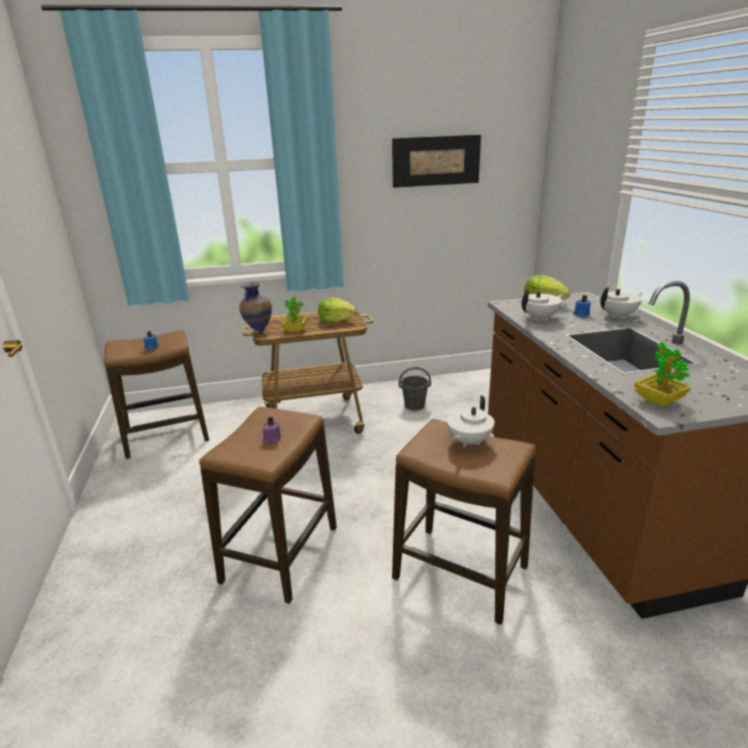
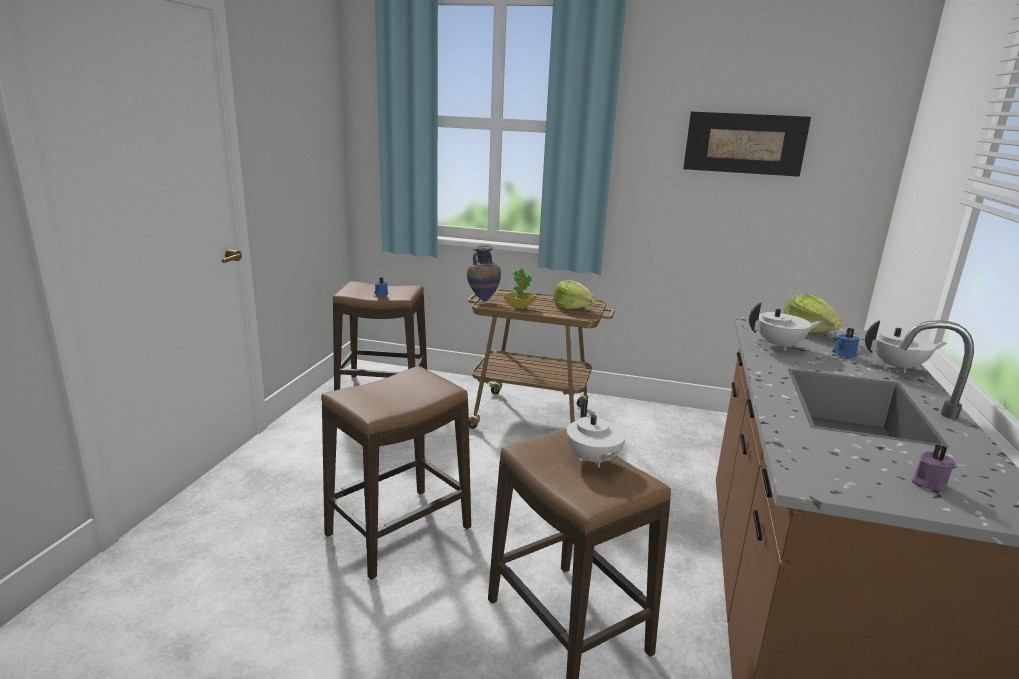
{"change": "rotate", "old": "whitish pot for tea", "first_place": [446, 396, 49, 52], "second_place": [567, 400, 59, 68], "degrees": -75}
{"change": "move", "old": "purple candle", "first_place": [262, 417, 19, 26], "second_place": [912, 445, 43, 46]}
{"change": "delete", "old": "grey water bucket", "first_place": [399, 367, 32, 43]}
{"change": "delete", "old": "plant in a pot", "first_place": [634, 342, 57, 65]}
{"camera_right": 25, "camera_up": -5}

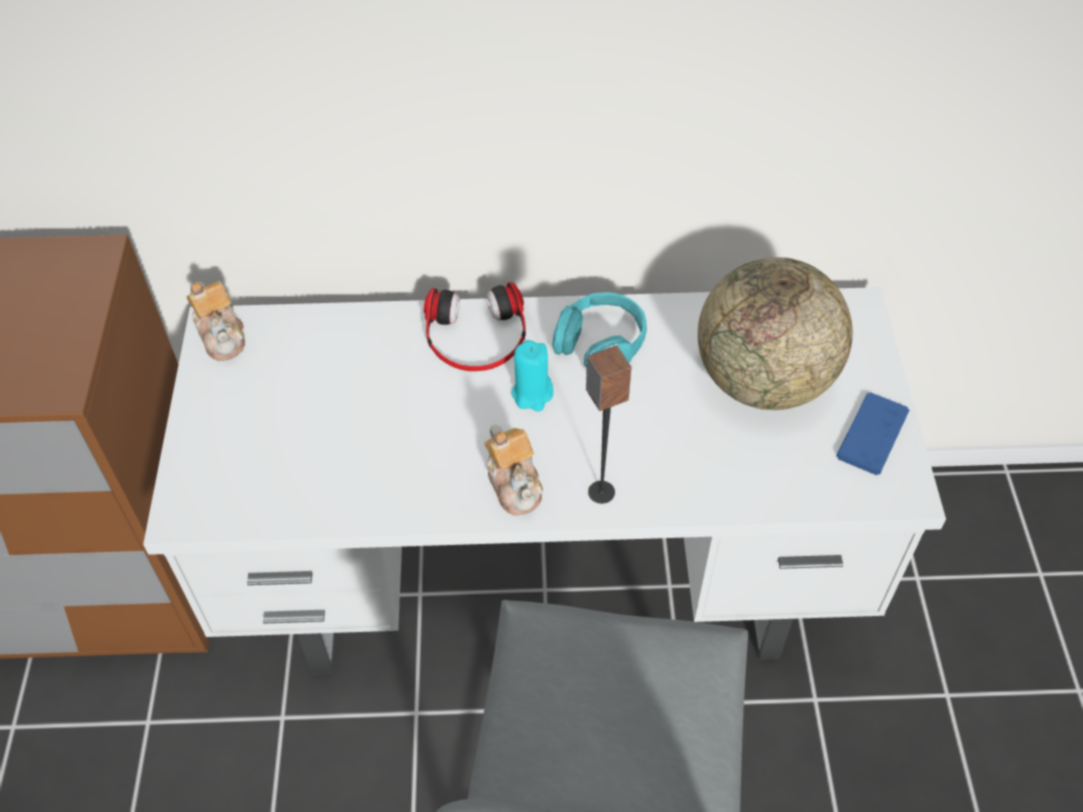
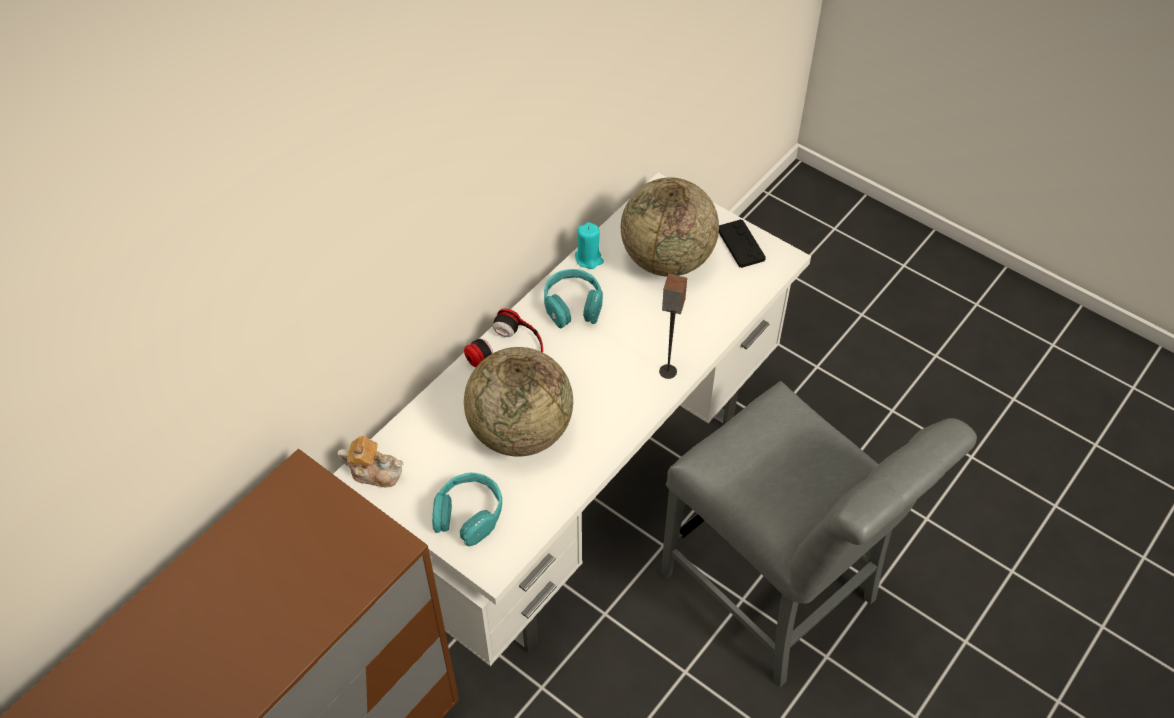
{"change": "insert", "new": "turquoise-coloured headphones", "second_place": [432, 472, 70, 75]}
{"change": "insert", "new": "desk globe", "second_place": [464, 347, 109, 110]}
{"change": "move", "old": "turquoise-coloured candle", "first_place": [511, 340, 42, 72], "second_place": [575, 222, 29, 47]}
{"change": "recolor", "old": "bluish game controller", "new": "black game controller", "first_place": [836, 392, 73, 83], "second_place": [719, 219, 47, 49]}
{"change": "delete", "old": "pot for tea", "first_place": [484, 425, 59, 91]}
{"camera_right": -50, "camera_up": 0}

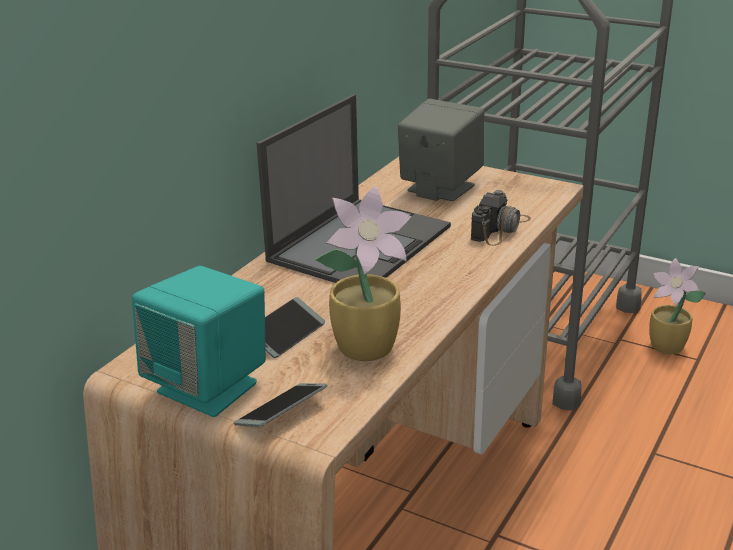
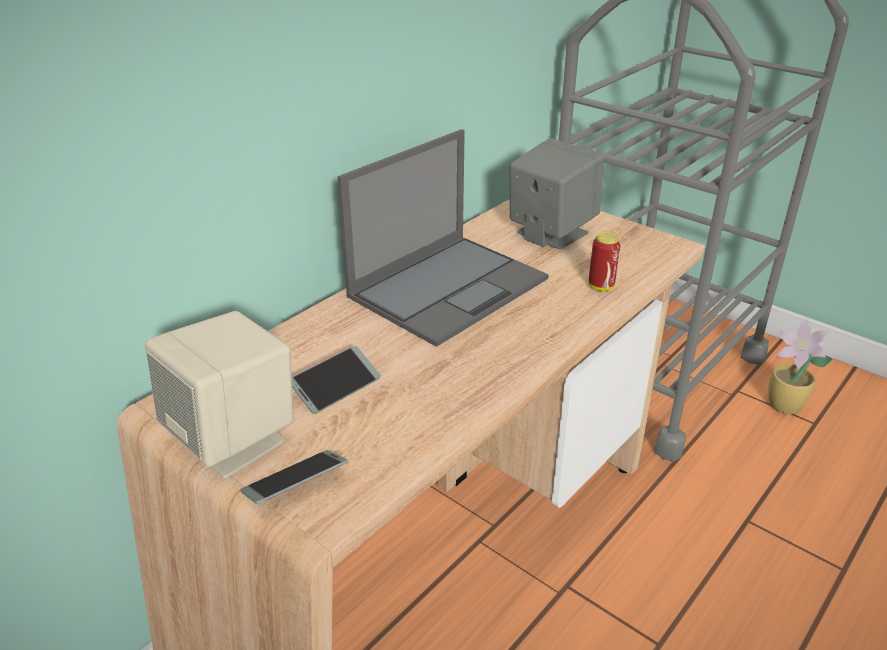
{"change": "recolor", "old": "turquoise-coloured audio speaker", "new": "sand-coloured audio speaker", "first_place": [132, 266, 134, 151], "second_place": [145, 311, 149, 167]}
{"change": "replace", "old": "still camera", "new": "sealed can", "first_place": [471, 190, 60, 56], "second_place": [589, 232, 32, 59]}
{"change": "delete", "old": "plant in a pot", "first_place": [315, 186, 96, 175]}
{"camera_right": 10, "camera_up": 5}

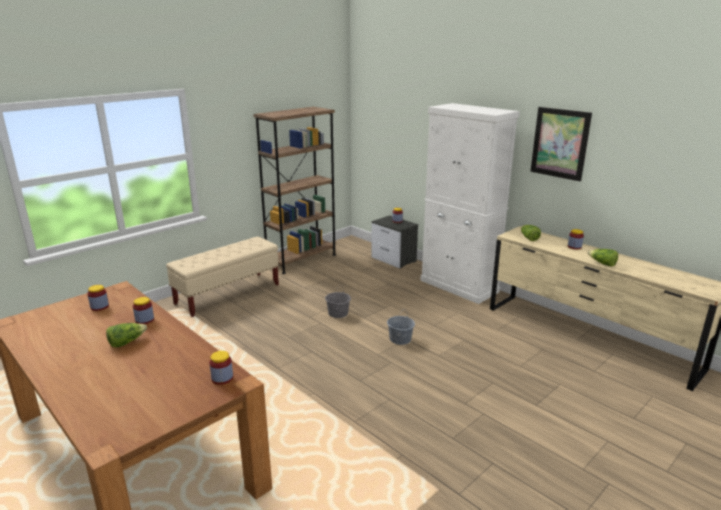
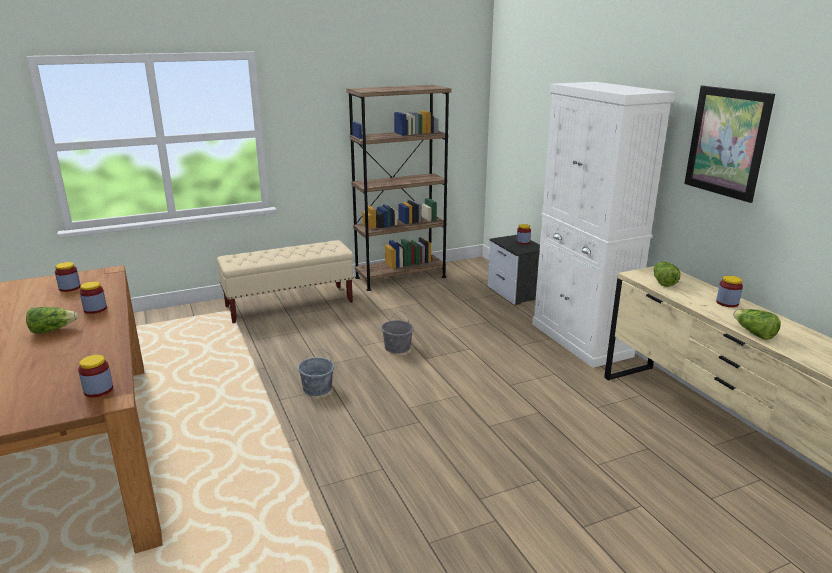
{"change": "move", "old": "grey water bucket", "first_place": [387, 309, 28, 36], "second_place": [298, 349, 36, 47]}
{"camera_right": 20, "camera_up": 0}

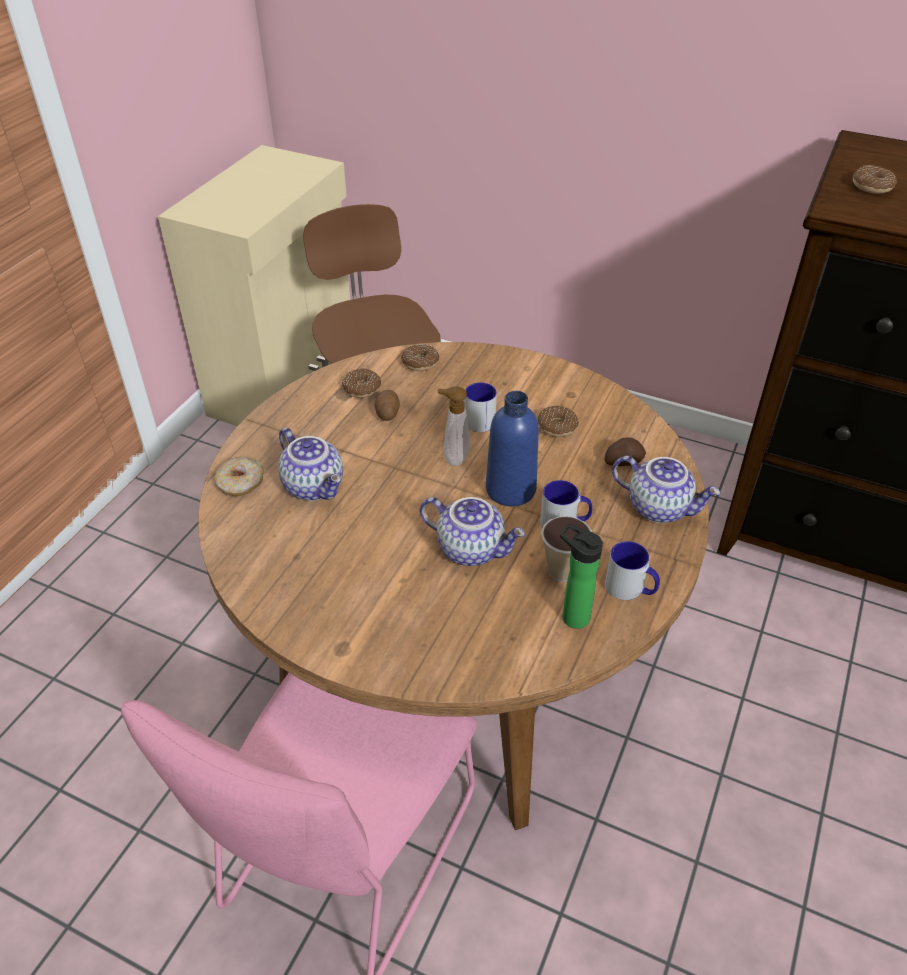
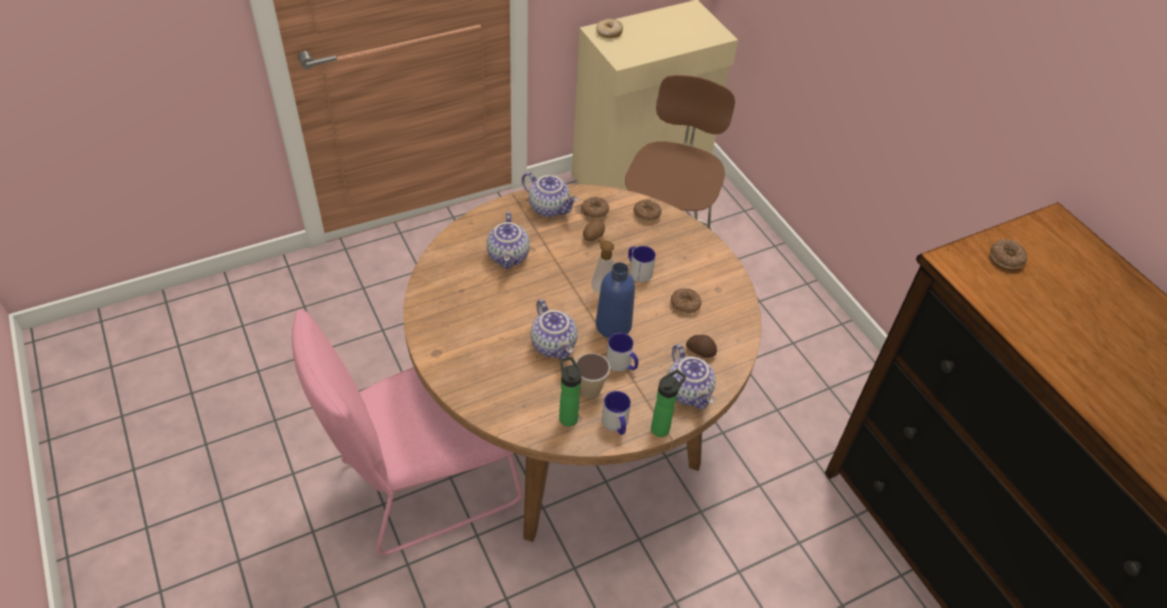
{"change": "insert", "new": "pot for tea", "second_place": [522, 172, 56, 45]}
{"change": "move", "old": "donut", "first_place": [214, 456, 50, 40], "second_place": [596, 19, 27, 19]}
{"change": "insert", "new": "bottle", "second_place": [651, 369, 35, 68]}
{"camera_right": 35, "camera_up": 5}

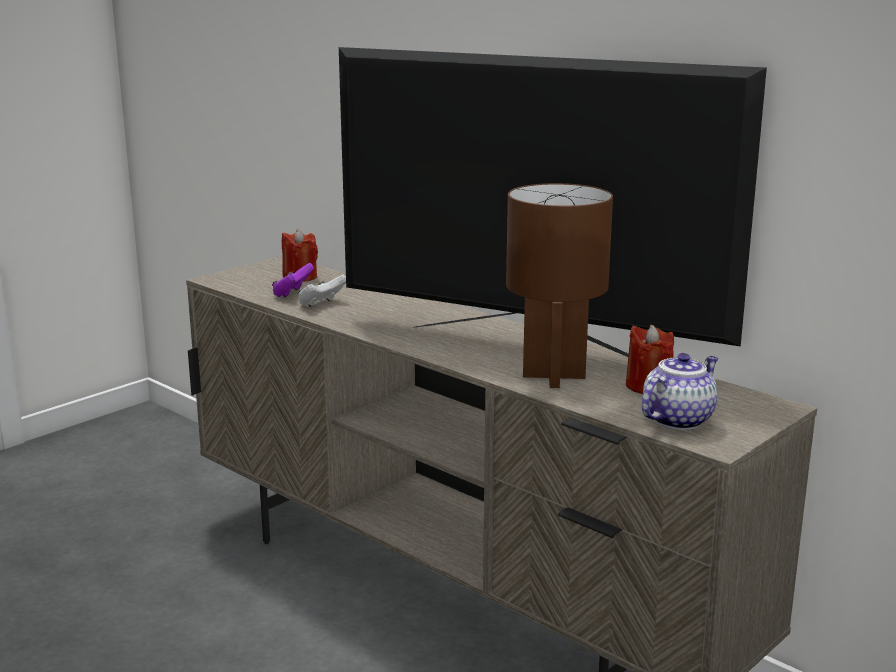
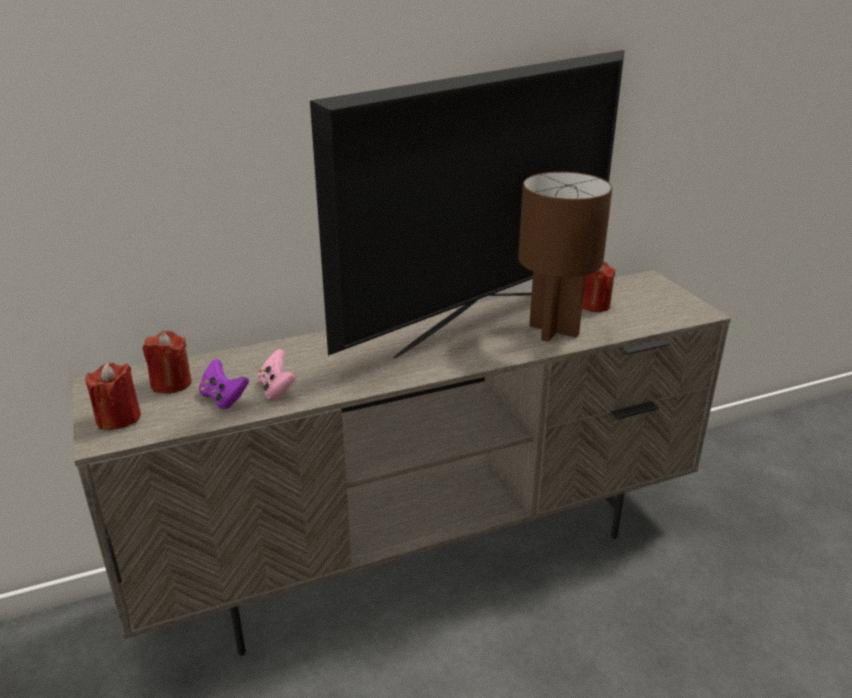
{"change": "insert", "new": "reddish candle", "second_place": [85, 362, 56, 68]}
{"change": "recolor", "old": "whitish game controller", "new": "pink-coloured game controller", "first_place": [298, 275, 48, 32], "second_place": [257, 349, 40, 51]}
{"change": "delete", "old": "pot for tea", "first_place": [641, 353, 77, 77]}
{"camera_right": -65, "camera_up": 10}

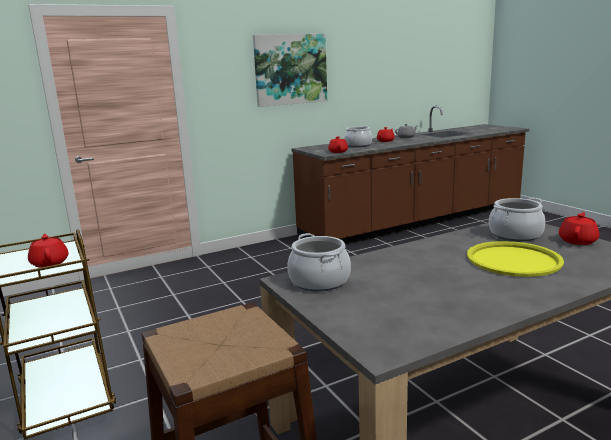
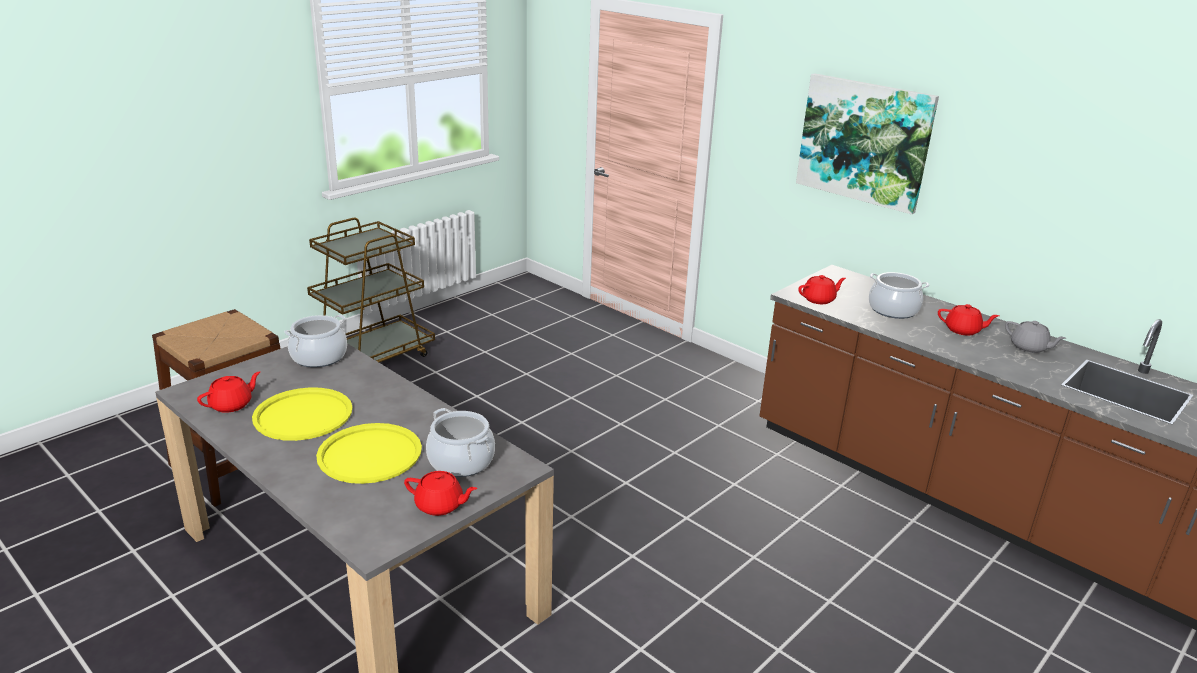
{"change": "move", "old": "reddish pot for tea", "first_place": [28, 234, 40, 34], "second_place": [197, 371, 63, 42]}
{"change": "insert", "new": "yellow carrying tray", "second_place": [252, 387, 101, 54]}
{"camera_right": 70, "camera_up": 10}

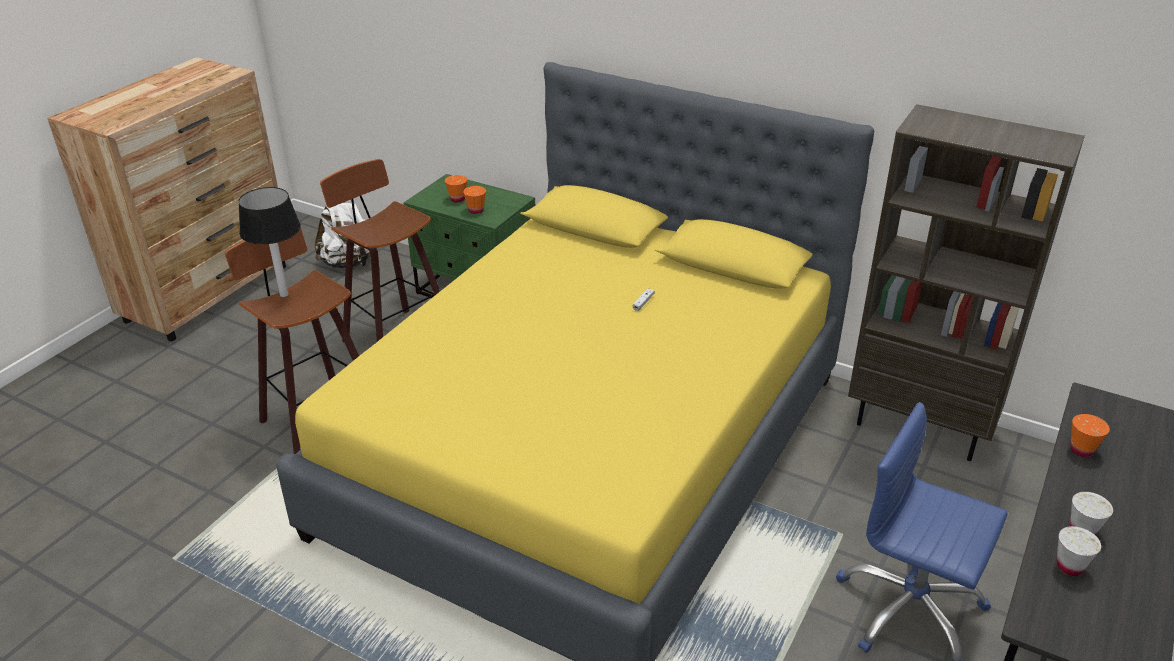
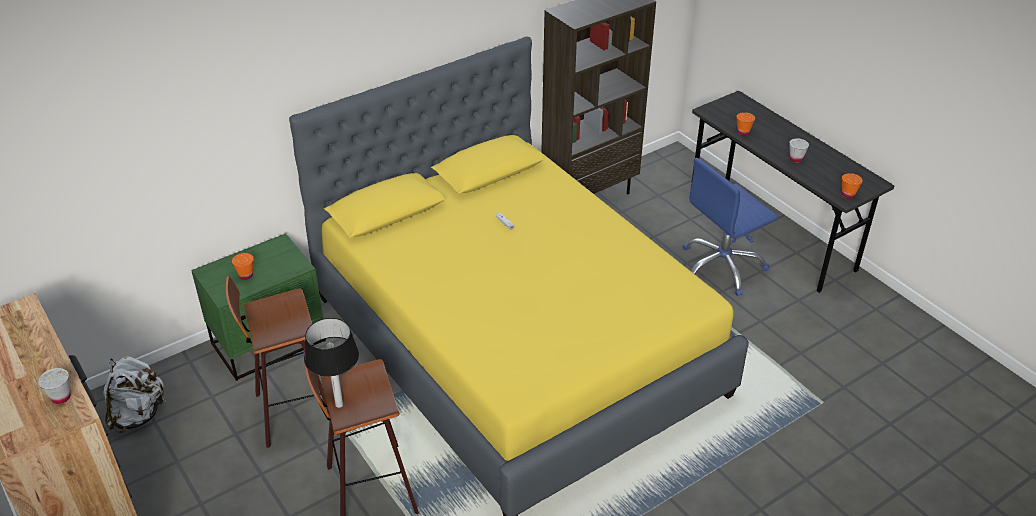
{"change": "move", "old": "whitish cup", "first_place": [1057, 526, 44, 50], "second_place": [38, 368, 33, 36]}
{"change": "move", "old": "orangey cup", "first_place": [463, 186, 23, 28], "second_place": [842, 173, 21, 25]}
{"camera_right": -65, "camera_up": 5}

